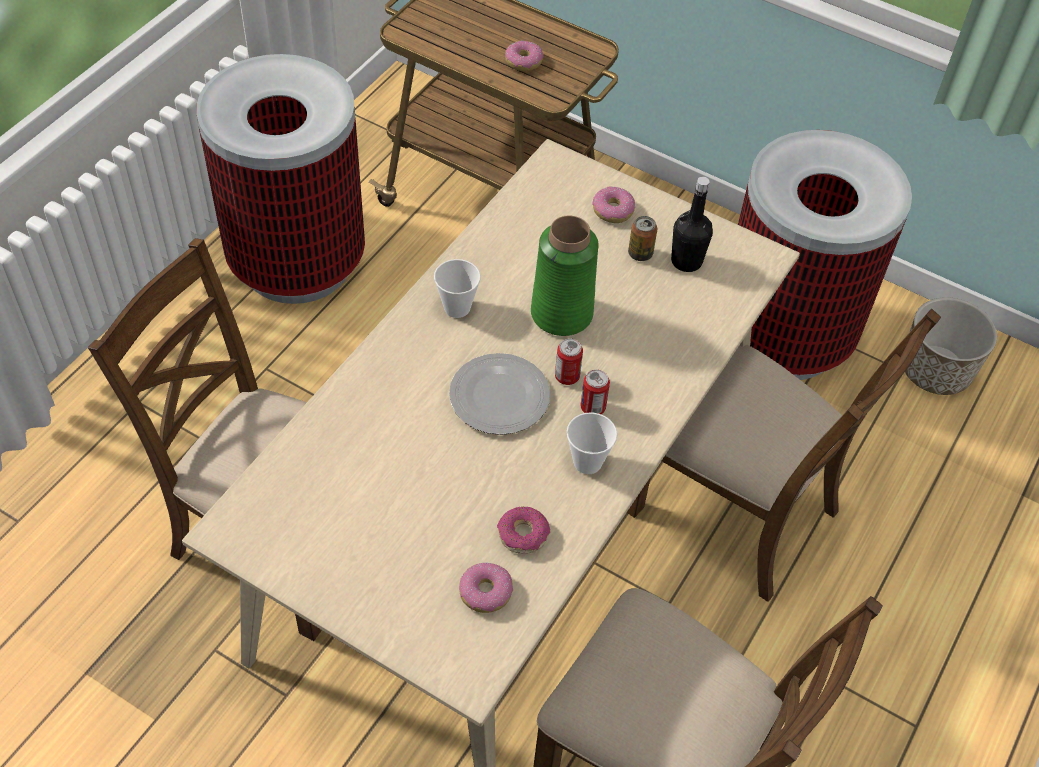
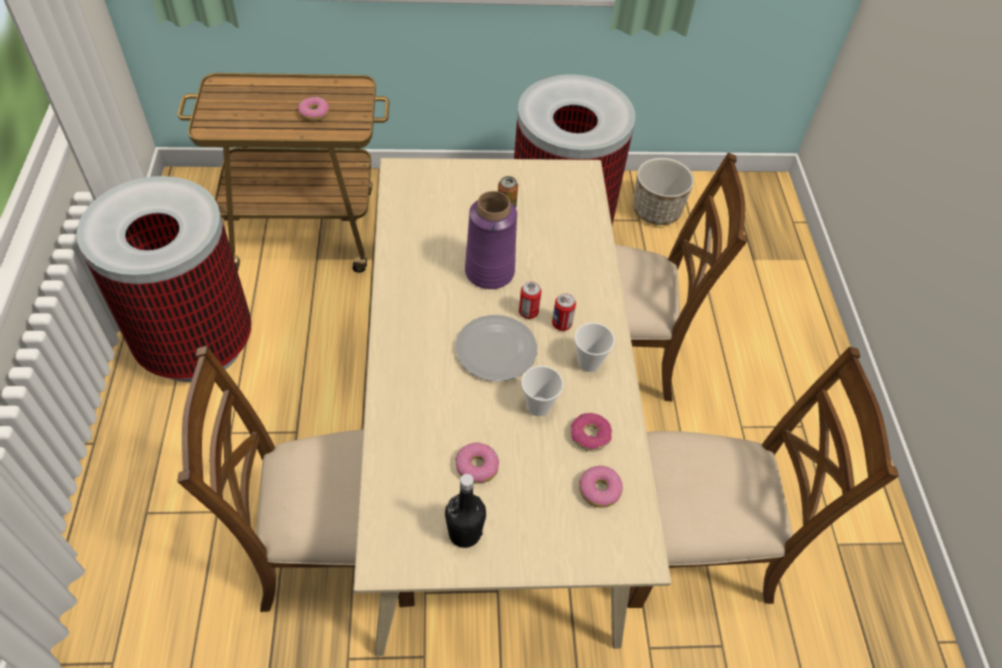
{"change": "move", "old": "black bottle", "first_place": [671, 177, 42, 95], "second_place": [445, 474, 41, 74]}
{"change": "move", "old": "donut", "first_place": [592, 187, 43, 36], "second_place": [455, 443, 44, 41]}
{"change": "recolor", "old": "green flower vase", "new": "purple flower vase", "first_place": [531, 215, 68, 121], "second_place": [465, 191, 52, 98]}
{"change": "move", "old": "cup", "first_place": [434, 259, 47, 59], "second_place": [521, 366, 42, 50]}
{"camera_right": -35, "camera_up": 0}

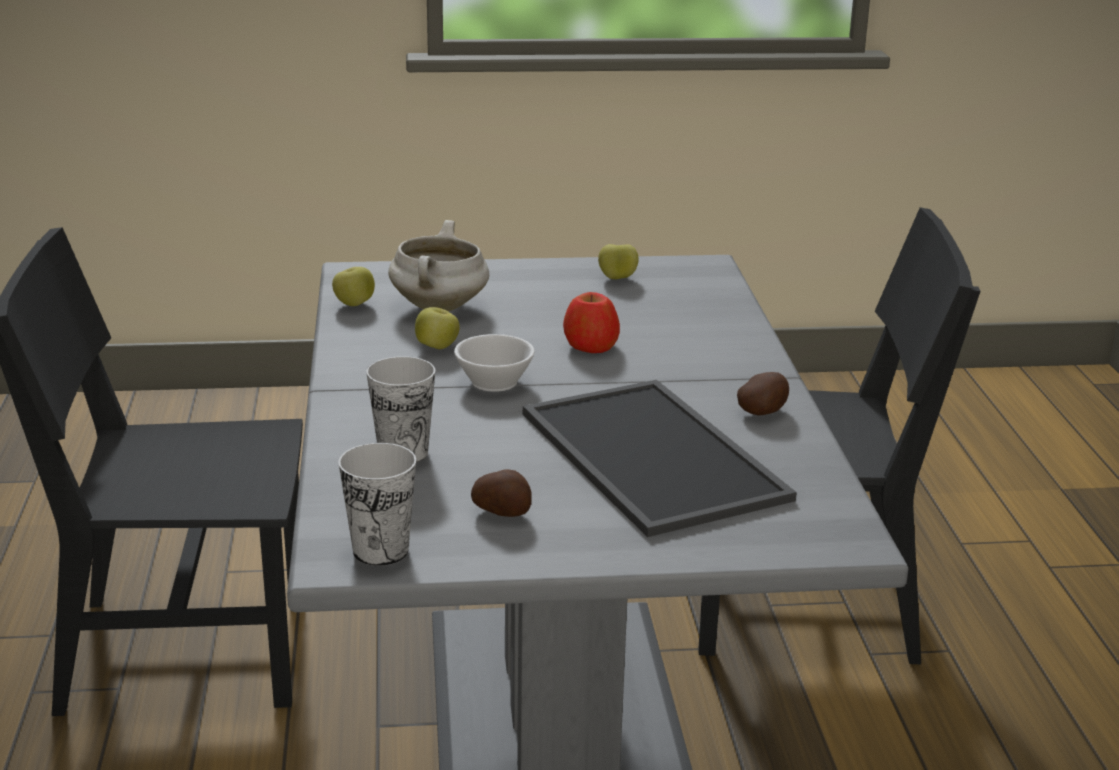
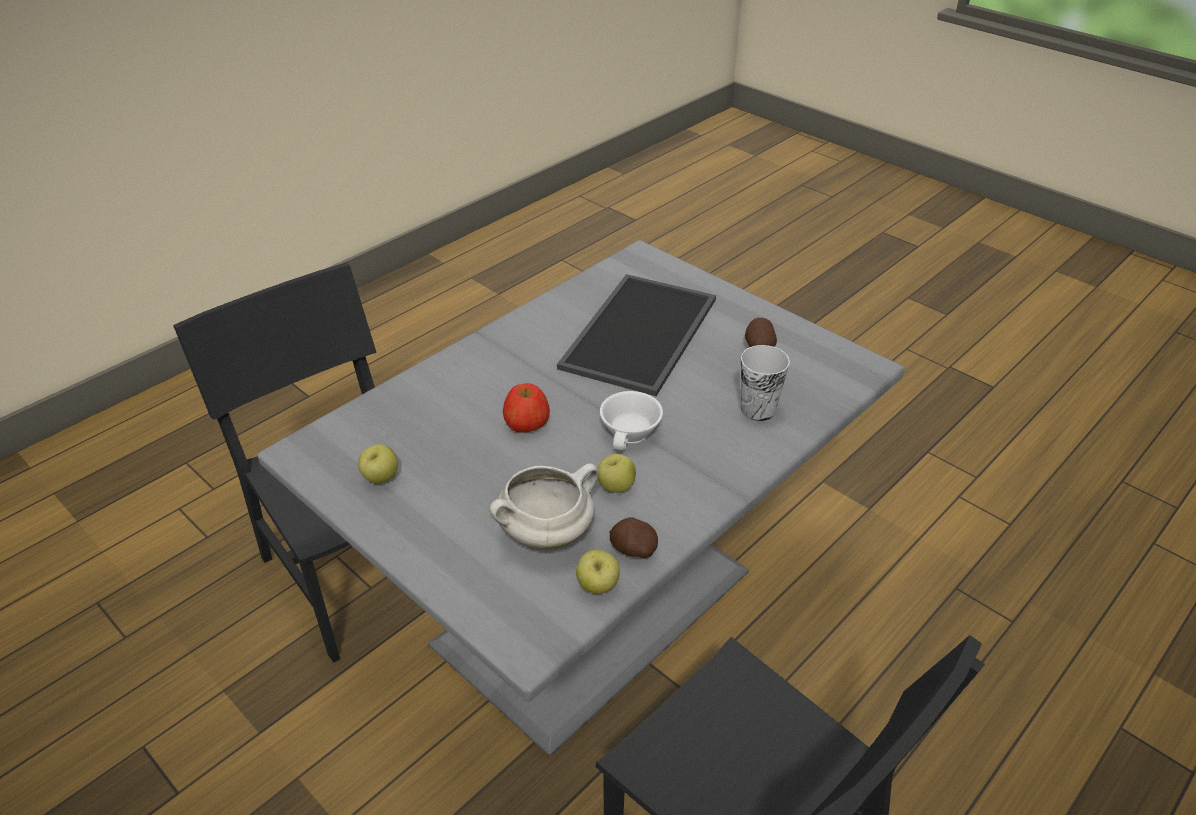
{"change": "move", "old": "spud", "first_place": [737, 372, 52, 43], "second_place": [610, 517, 48, 41]}
{"change": "delete", "old": "cup", "first_place": [338, 443, 78, 123]}
{"camera_right": -130, "camera_up": 15}

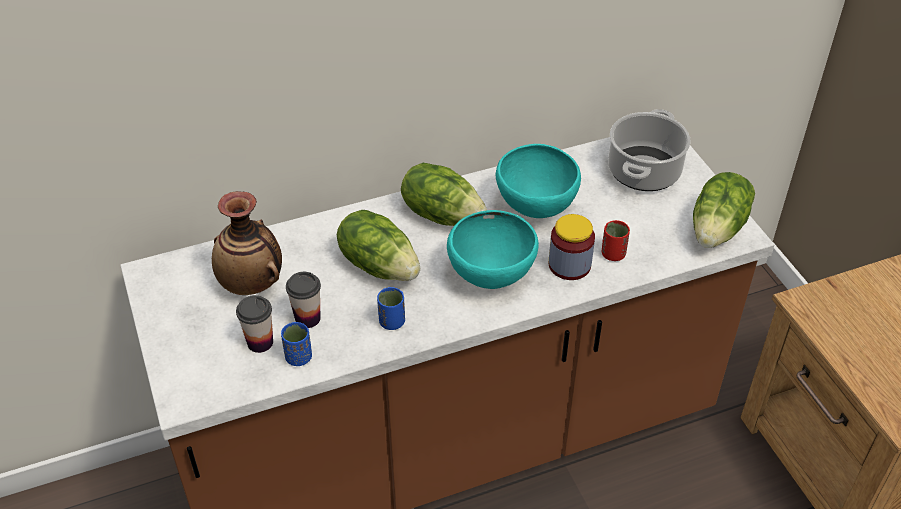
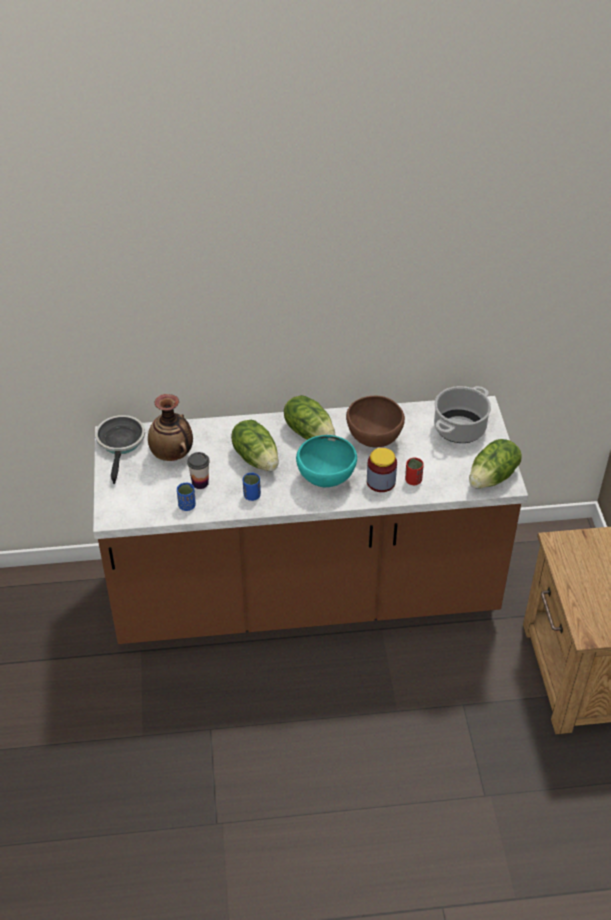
{"change": "insert", "new": "frying pan", "second_place": [95, 415, 50, 69]}
{"change": "recolor", "old": "turquoise-coloured deep dish", "new": "brown-coloured deep dish", "first_place": [496, 144, 85, 74], "second_place": [346, 396, 59, 51]}
{"change": "delete", "old": "cup", "first_place": [236, 295, 37, 58]}
{"camera_right": 15, "camera_up": 0}

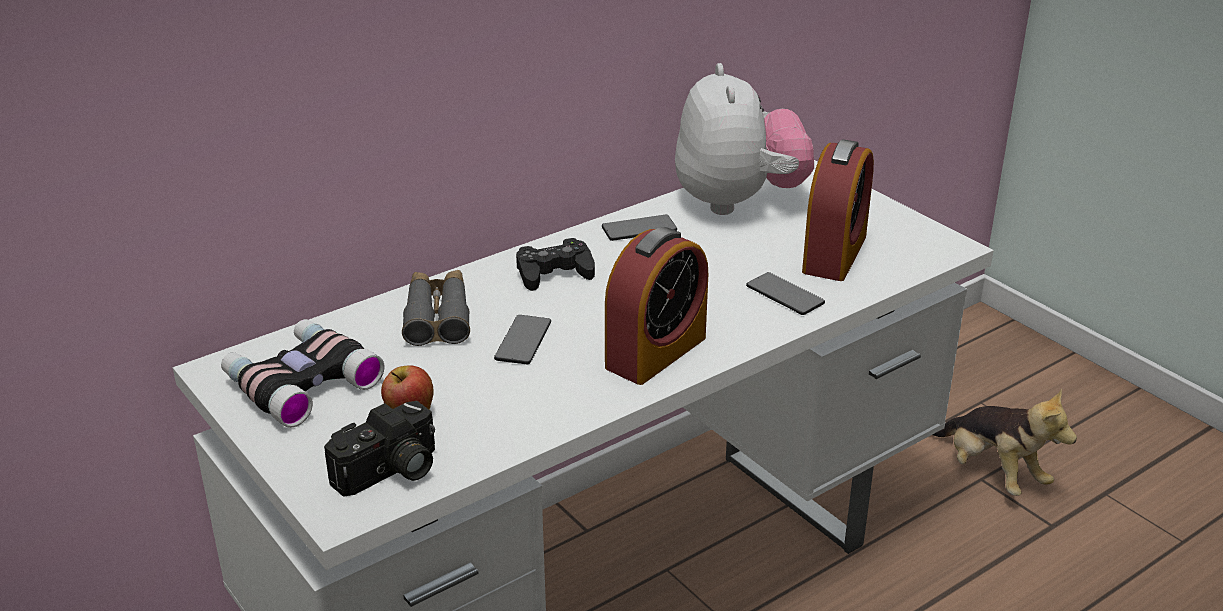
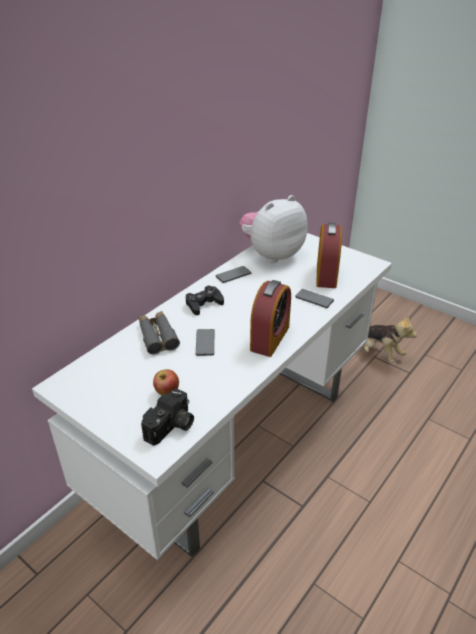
{"change": "rotate", "old": "cuddly toy", "first_place": [675, 63, 139, 152], "second_place": [239, 195, 69, 68], "degrees": -105}
{"change": "delete", "old": "pair of binoculars", "first_place": [221, 319, 164, 109]}
{"camera_right": -15, "camera_up": 5}

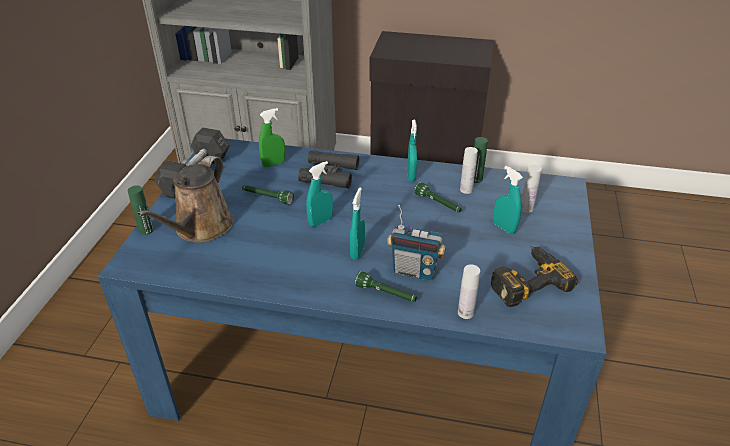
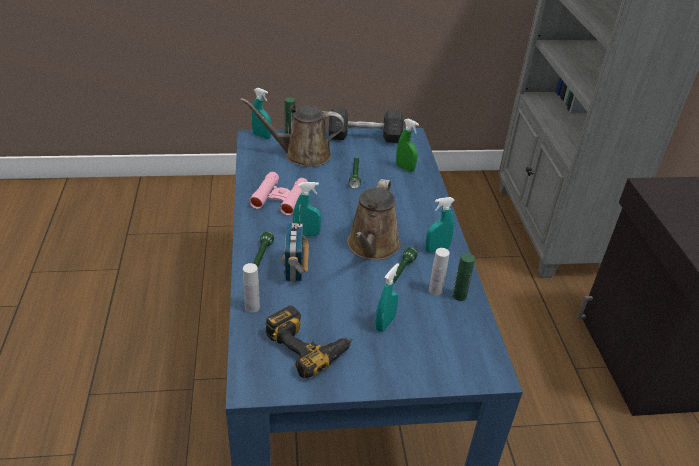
{"change": "insert", "new": "pink-coloured pair of binoculars", "second_place": [249, 172, 59, 44]}
{"change": "move", "old": "turquoise-coloured spray bottle", "first_place": [306, 161, 27, 66], "second_place": [251, 88, 20, 51]}
{"change": "insert", "new": "brown-coloured sprinkling can", "second_place": [347, 179, 54, 81]}
{"change": "delete", "old": "black pair of binoculars", "first_place": [298, 150, 61, 39]}
{"change": "delete", "old": "whitish bottle", "first_place": [521, 165, 21, 48]}
{"camera_right": 70, "camera_up": 0}

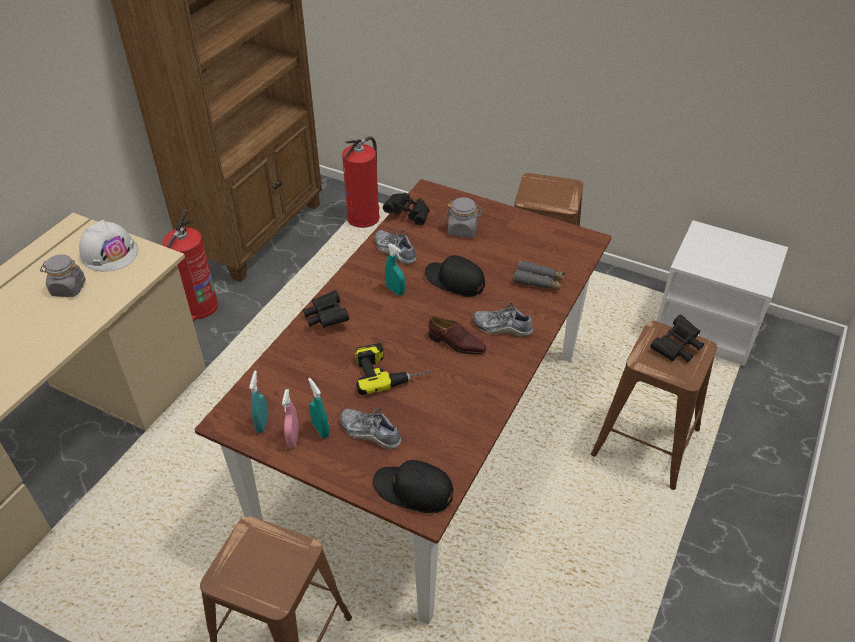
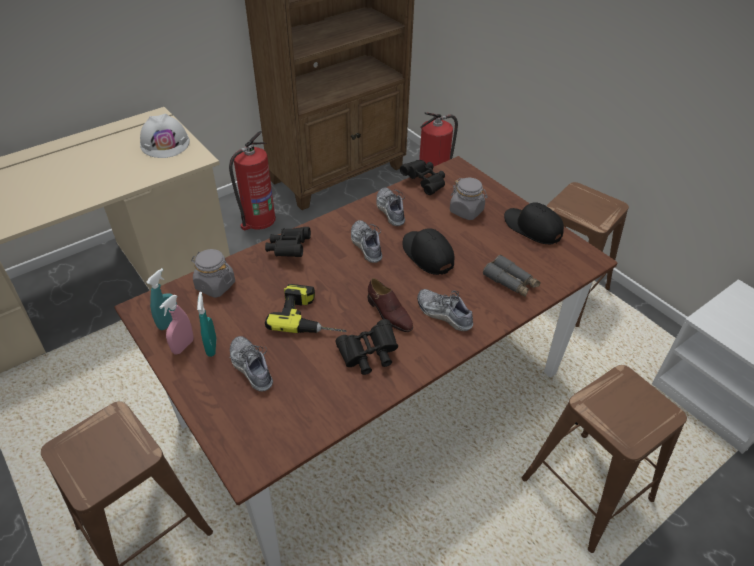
{"change": "move", "old": "grey preserve jar", "first_place": [40, 254, 46, 43], "second_place": [191, 249, 44, 49]}
{"change": "move", "old": "black pair of binoculars", "first_place": [650, 315, 54, 47], "second_place": [336, 319, 62, 56]}
{"change": "replace", "old": "turquoise-coloured spray bottle", "new": "shoe", "first_place": [385, 244, 20, 52], "second_place": [351, 220, 31, 43]}
{"change": "move", "old": "black cap", "first_place": [373, 460, 80, 53], "second_place": [504, 202, 60, 42]}
{"camera_right": 25, "camera_up": 0}

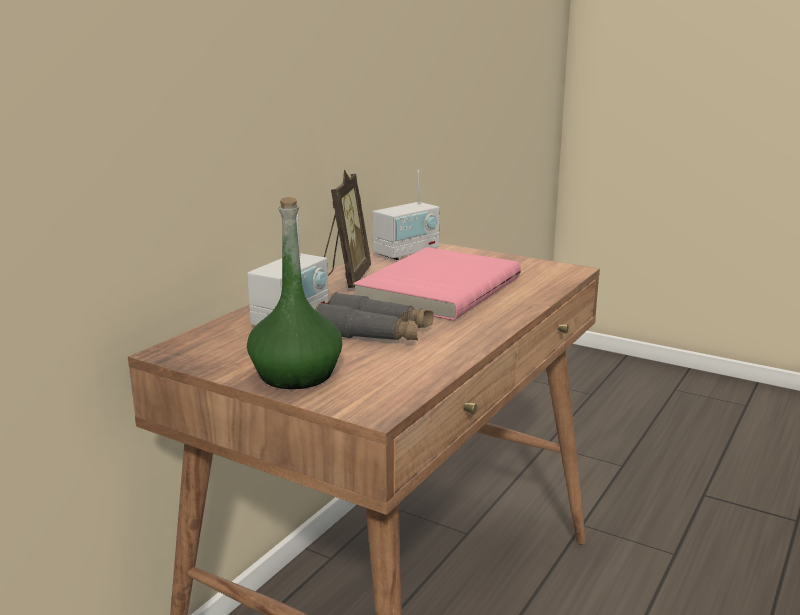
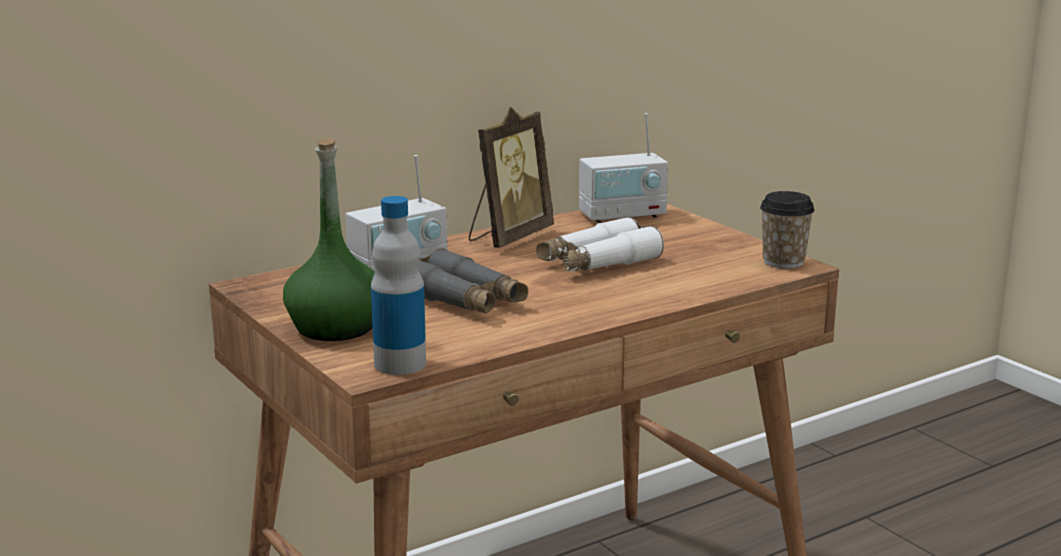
{"change": "insert", "new": "bottle", "second_place": [371, 196, 55, 179]}
{"change": "replace", "old": "pink-coloured book", "new": "whitish pair of binoculars", "first_place": [353, 247, 168, 74], "second_place": [536, 217, 128, 55]}
{"change": "insert", "new": "cup", "second_place": [760, 191, 55, 78]}
{"camera_right": 25, "camera_up": 0}

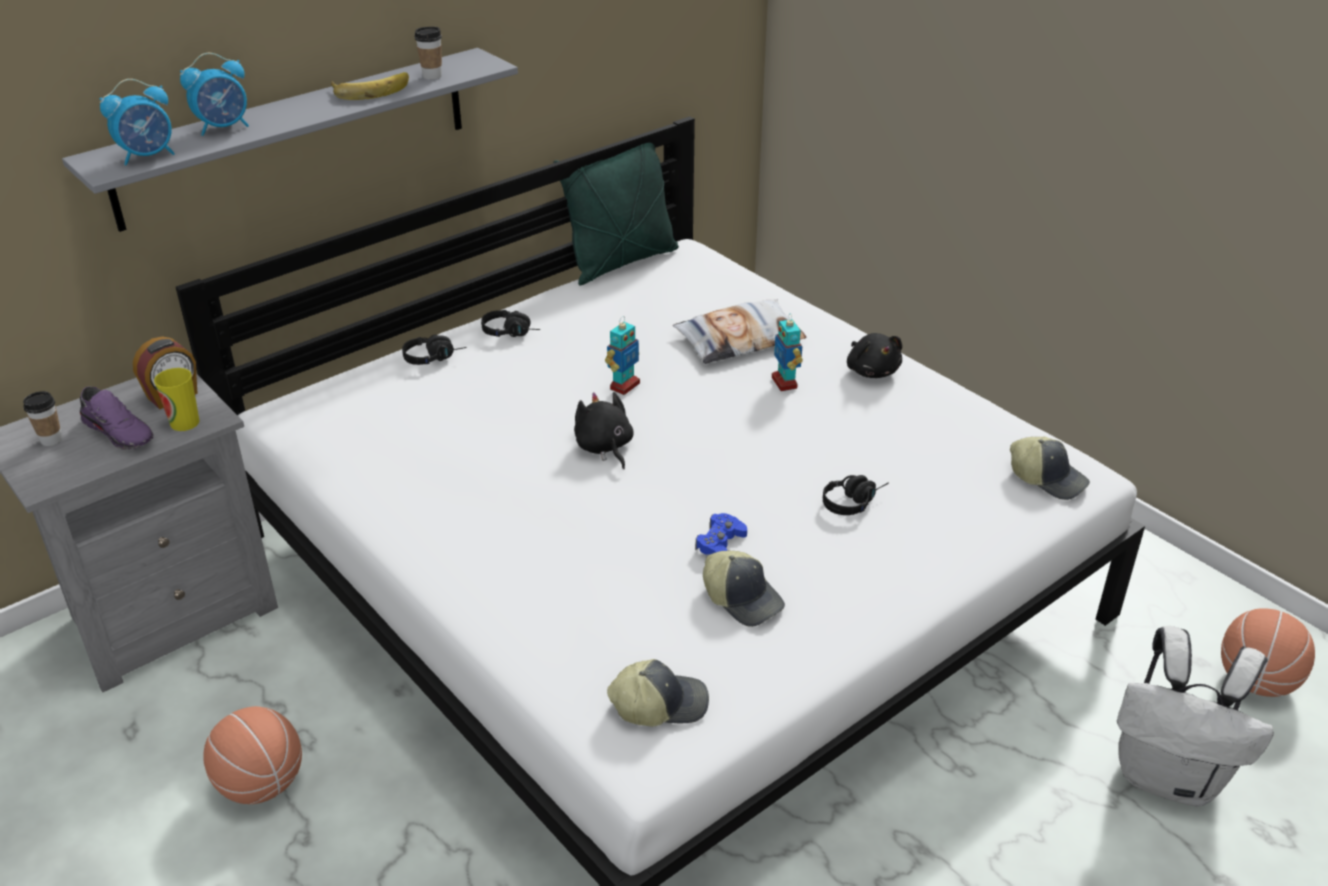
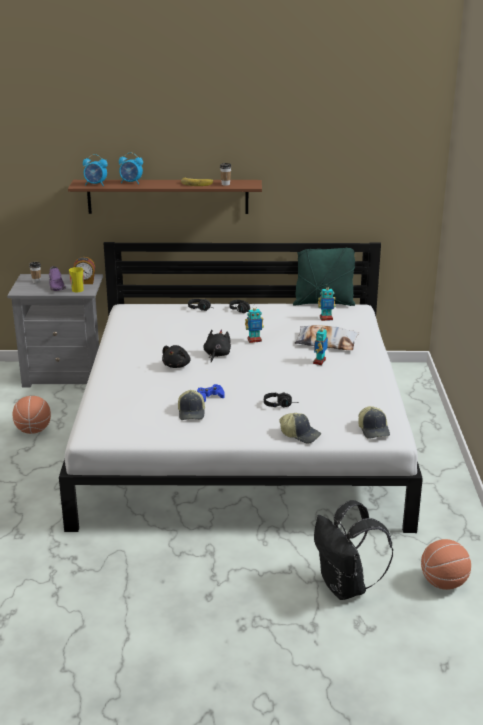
{"change": "recolor", "old": "grey bracket shelf", "new": "brown-coloured bracket shelf", "first_place": [62, 48, 456, 184], "second_place": [68, 180, 194, 34]}
{"change": "move", "old": "black cuddly toy", "first_place": [847, 333, 55, 45], "second_place": [162, 345, 28, 23]}
{"change": "move", "old": "cap", "first_place": [607, 659, 102, 68], "second_place": [279, 413, 42, 30]}
{"change": "recolor", "old": "whitish backpack", "new": "black backpack", "first_place": [1117, 626, 157, 181], "second_place": [314, 500, 79, 100]}
{"change": "insert", "new": "toy robot", "second_place": [318, 284, 18, 37]}
{"camera_right": 40, "camera_up": -10}

